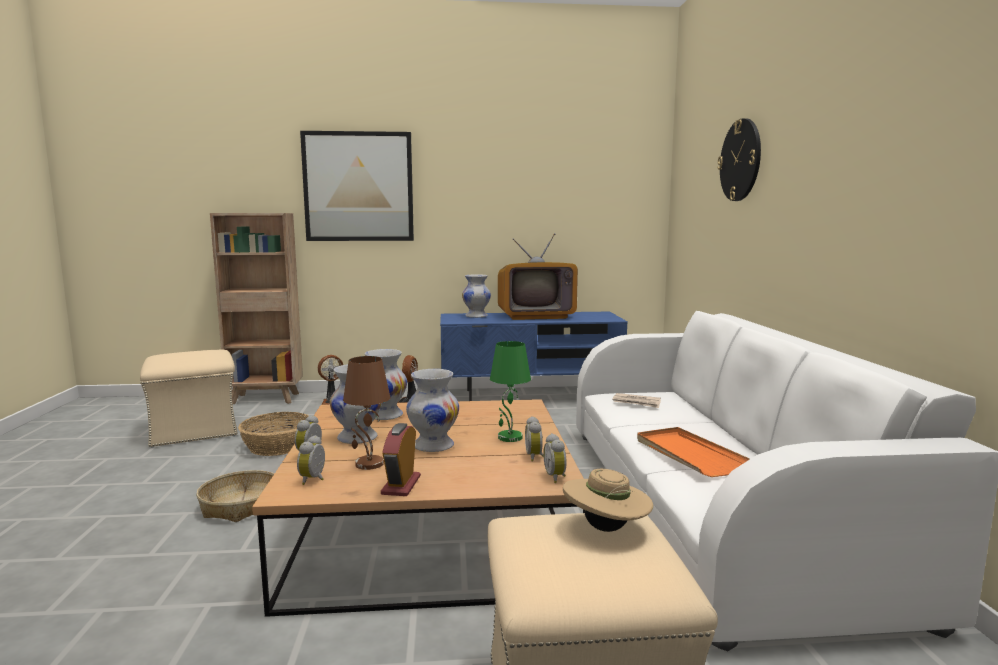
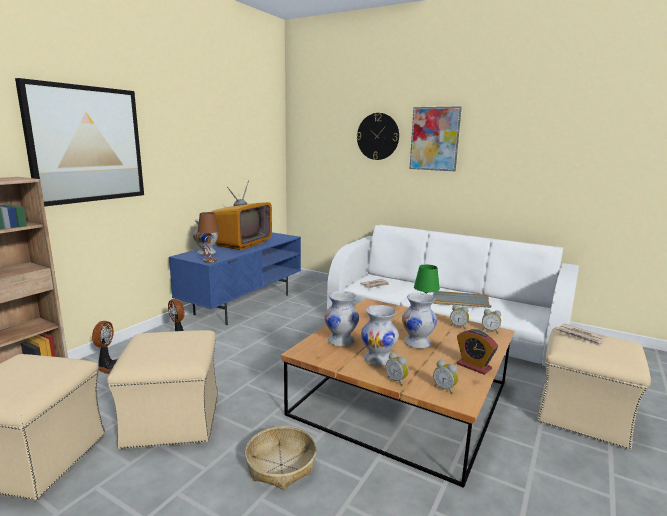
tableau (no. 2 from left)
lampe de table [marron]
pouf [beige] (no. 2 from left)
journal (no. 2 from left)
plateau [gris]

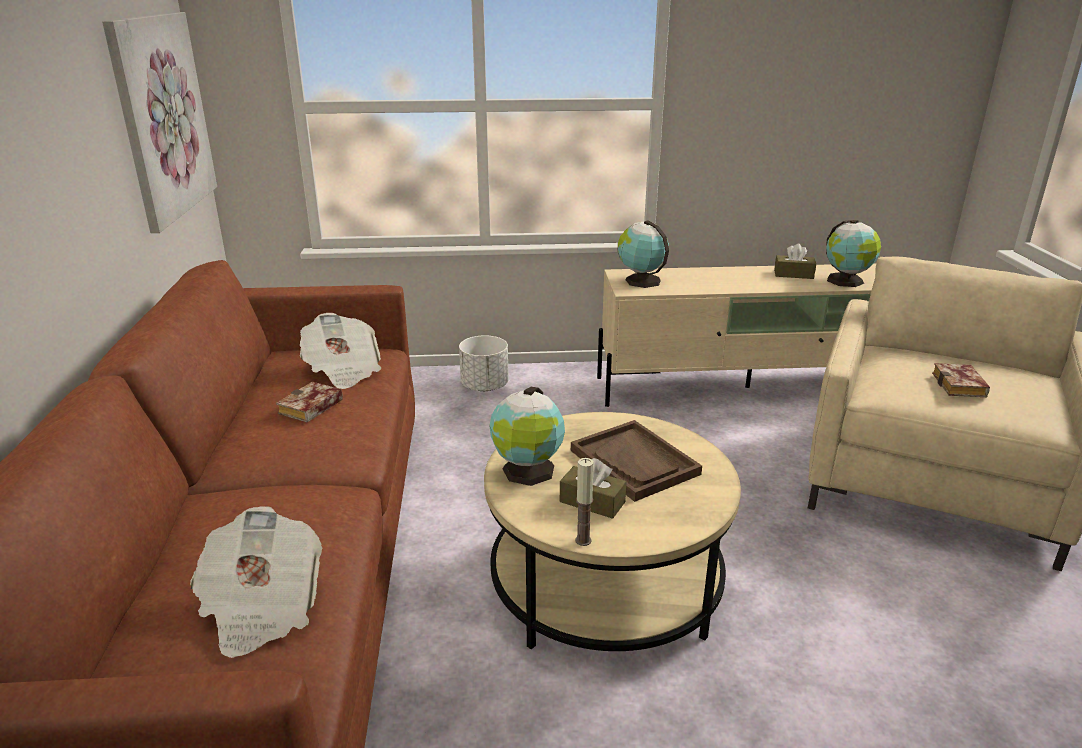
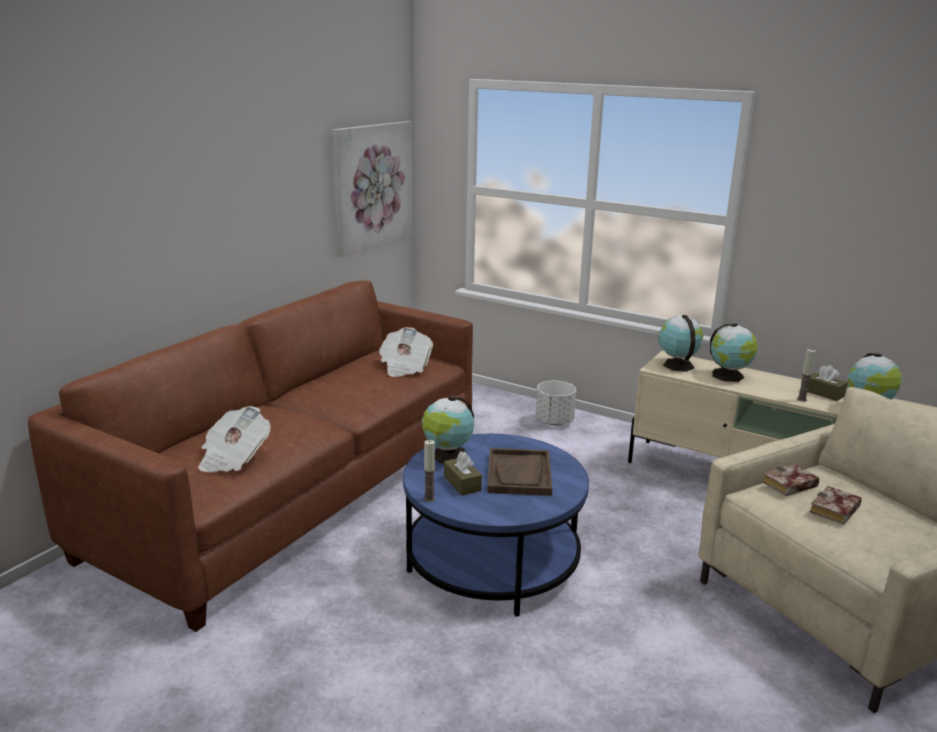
globe (no. 3 from left)
bougie (no. 2 from left)
livre (no. 1 from left)
table basse [bleu]

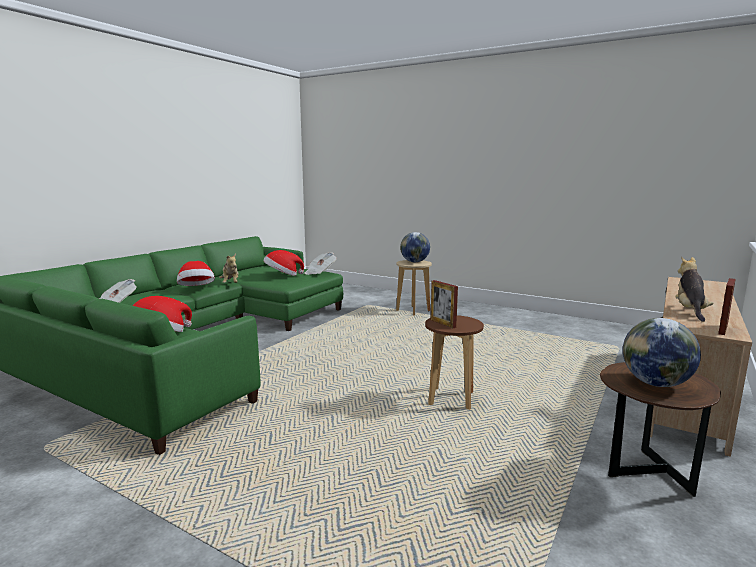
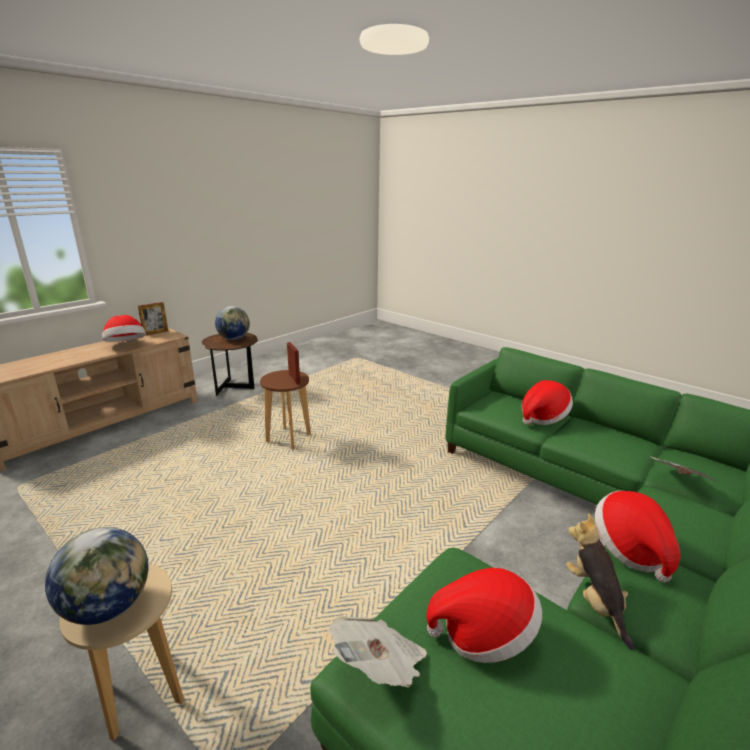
chapeau (no. 1 from left)

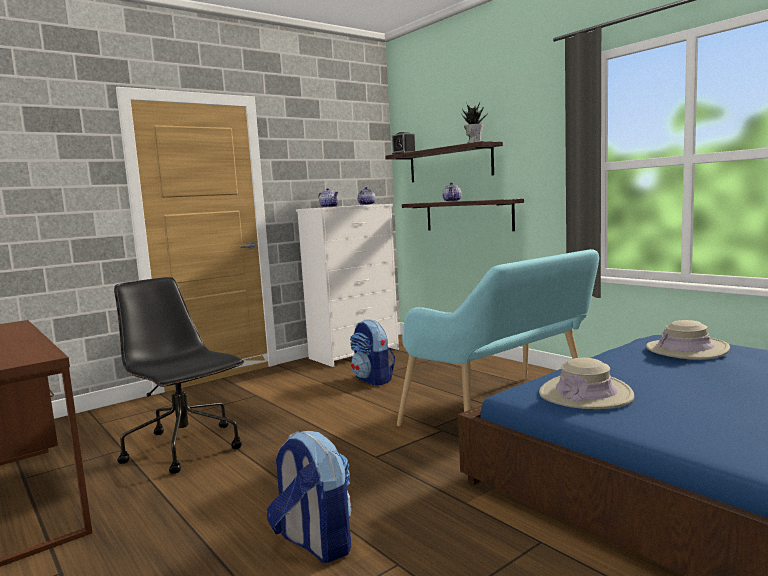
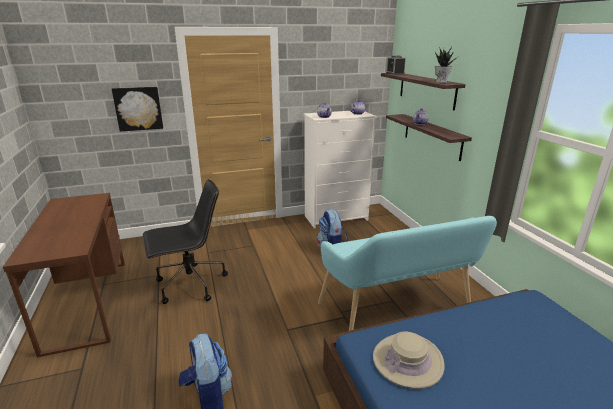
chapeau [beige] (no. 2 from left in the first image)
tableau
chaise de bureau [noir]

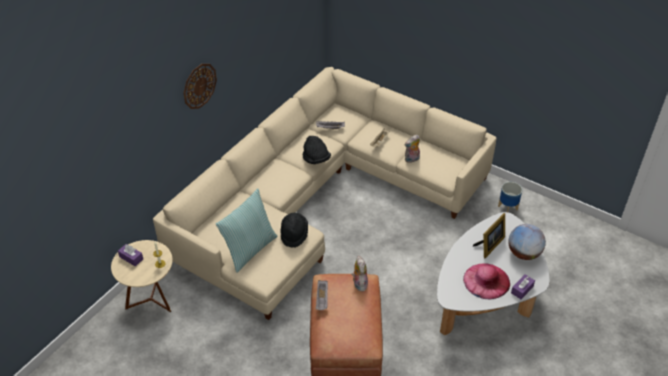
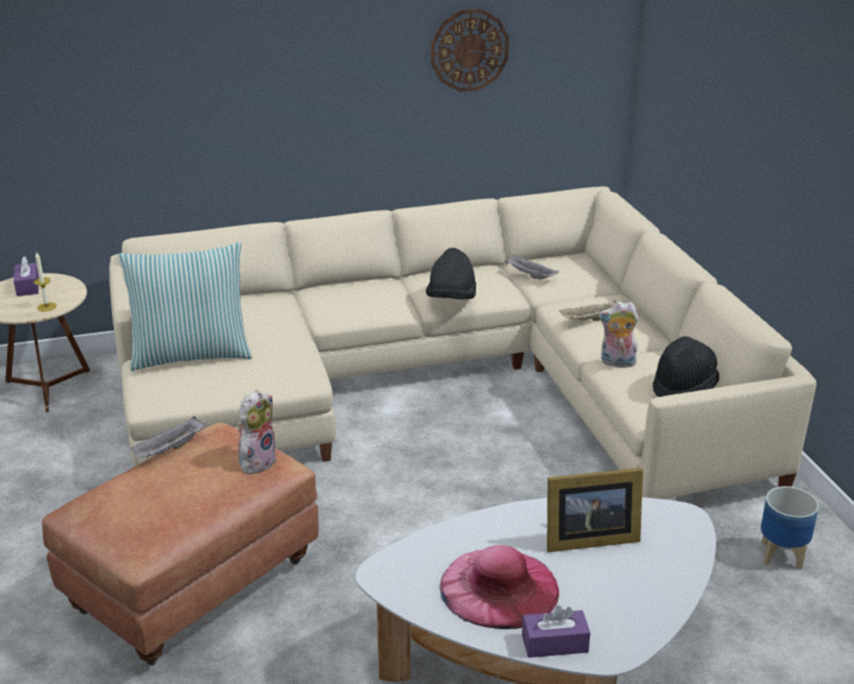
globe
horloge murale
chapeau [noir] (no. 2 from left)

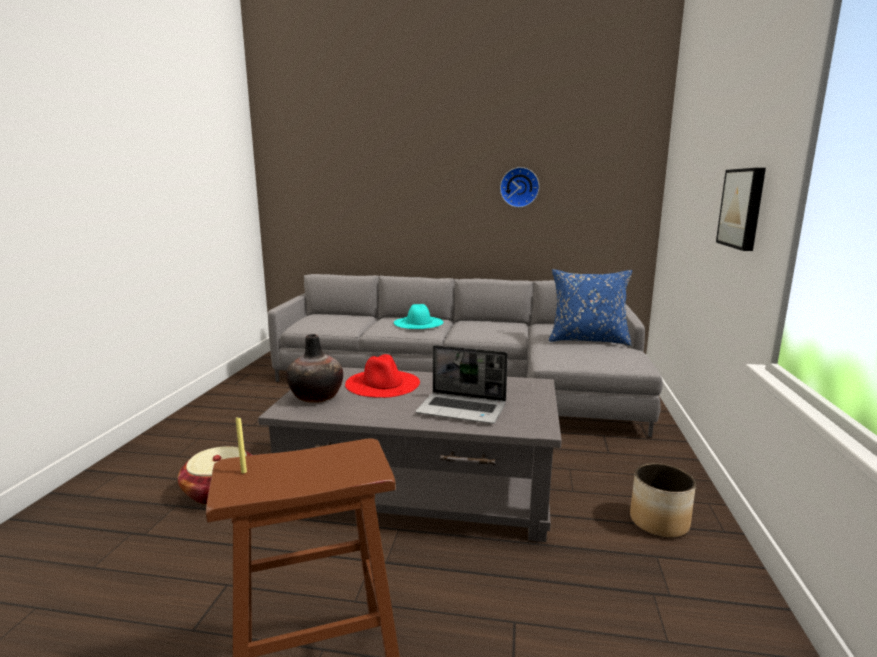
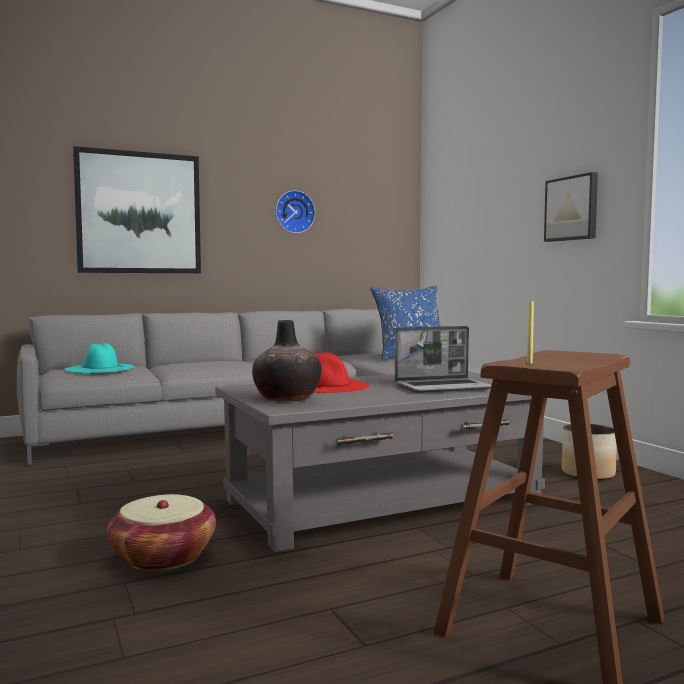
tableau (no. 1 from left)
chapeau [turquoise]

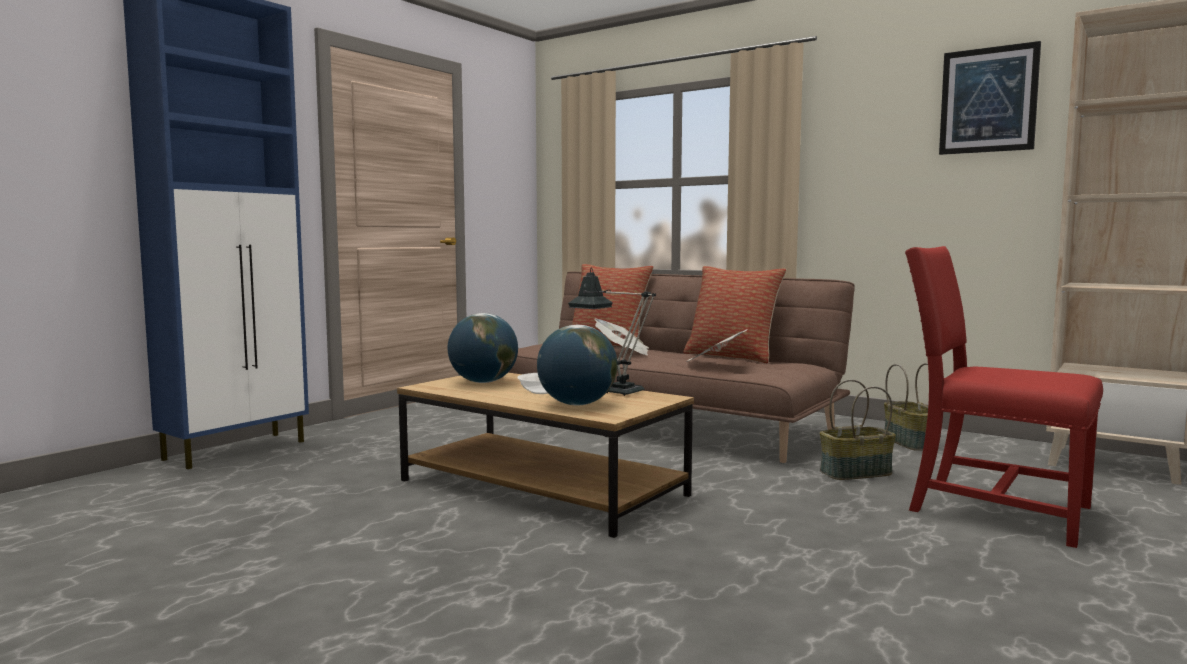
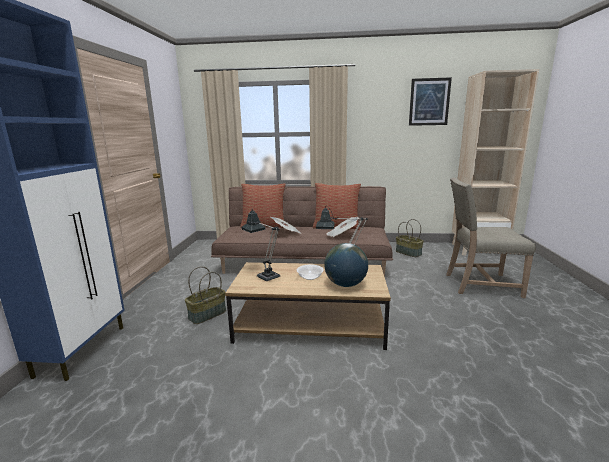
panier (no. 1 from left)
lampe de table (no. 1 from left)
chaise [beige]

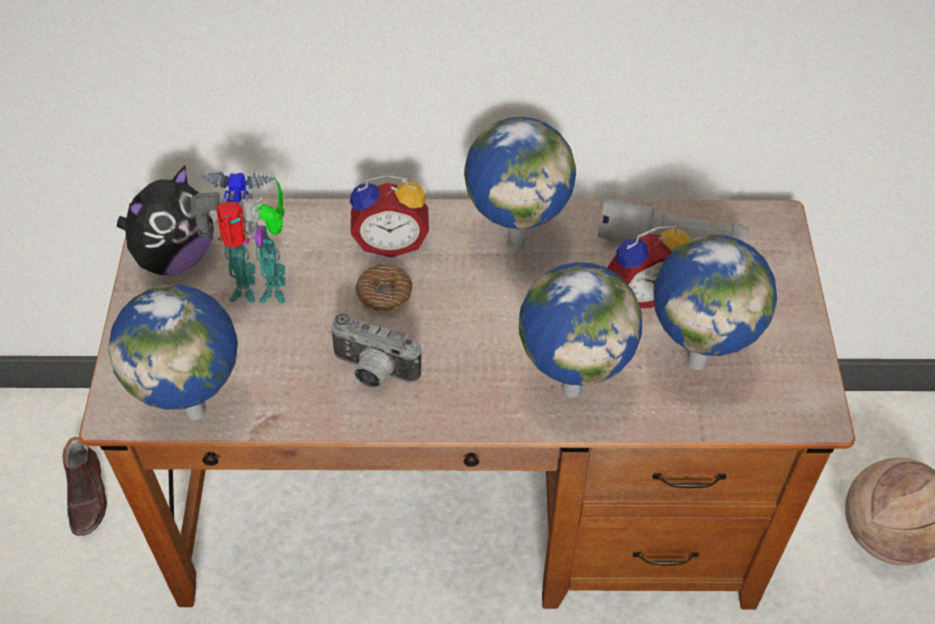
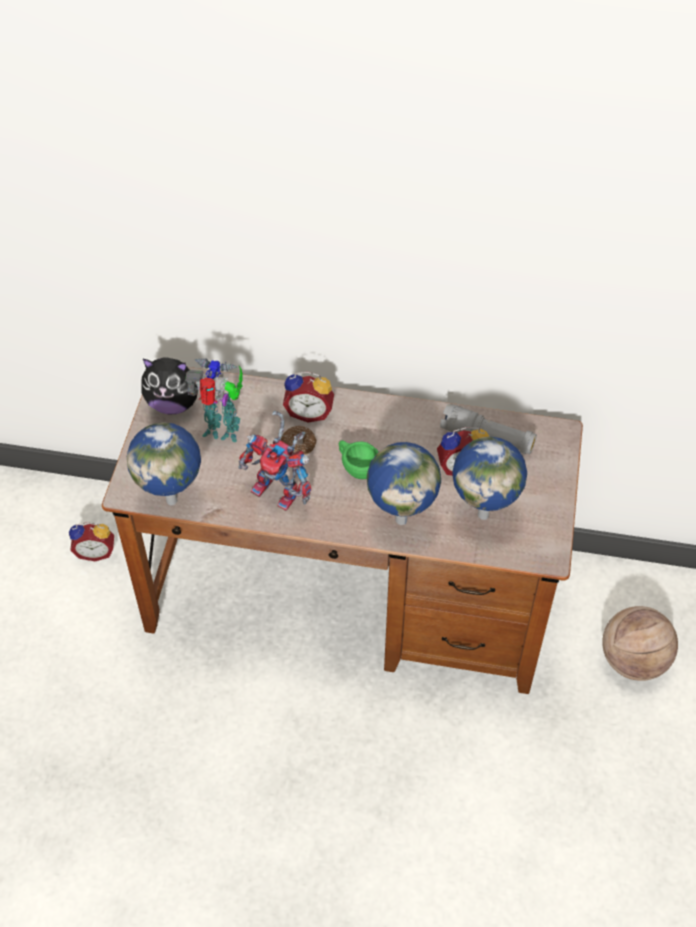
globe (no. 2 from left in the first image)
tasse [vert]
réveil (no. 1 from left)
robot jouet (no. 2 from left)
peluche

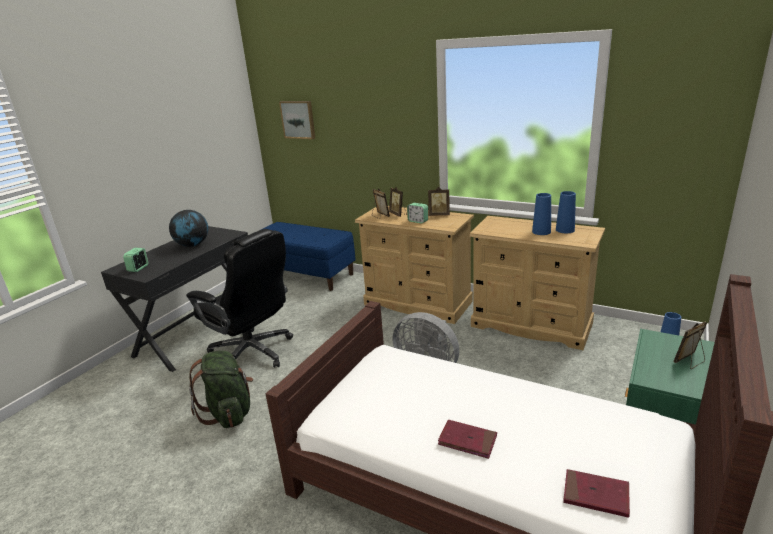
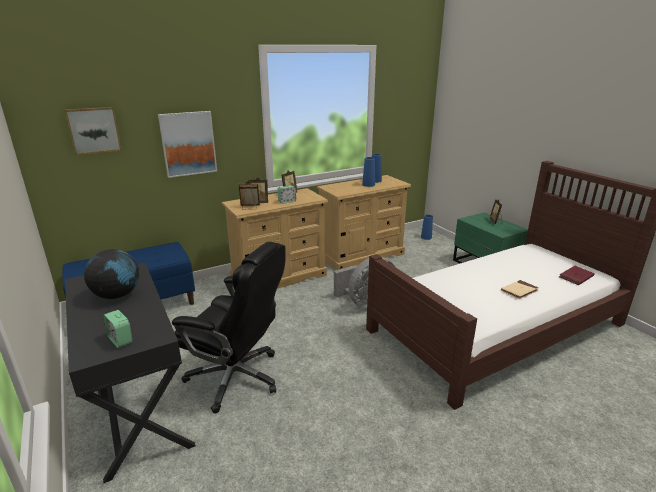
sac à dos [vert]
tableau (no. 2 from left)
livre [beige]
chaise de bureau [noir]

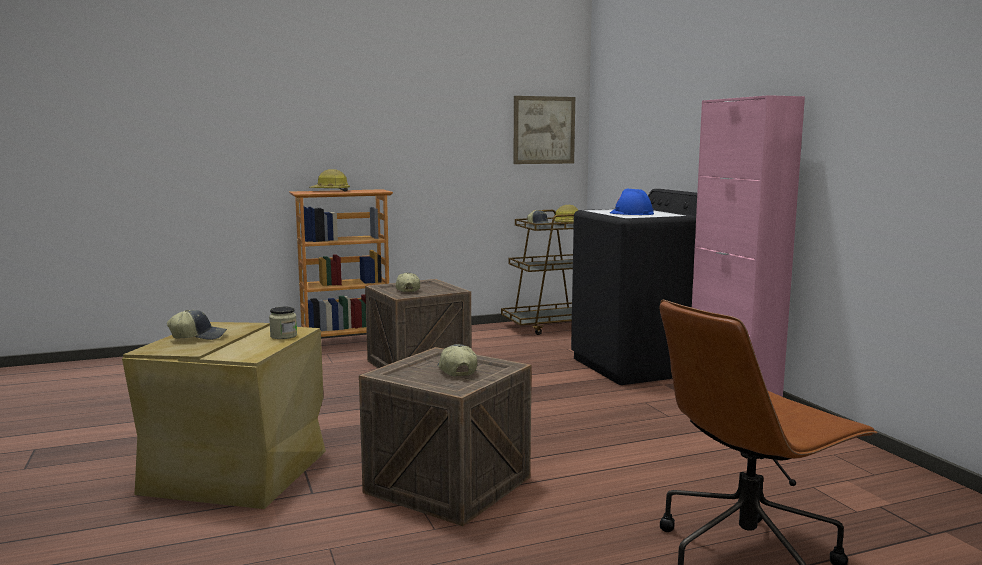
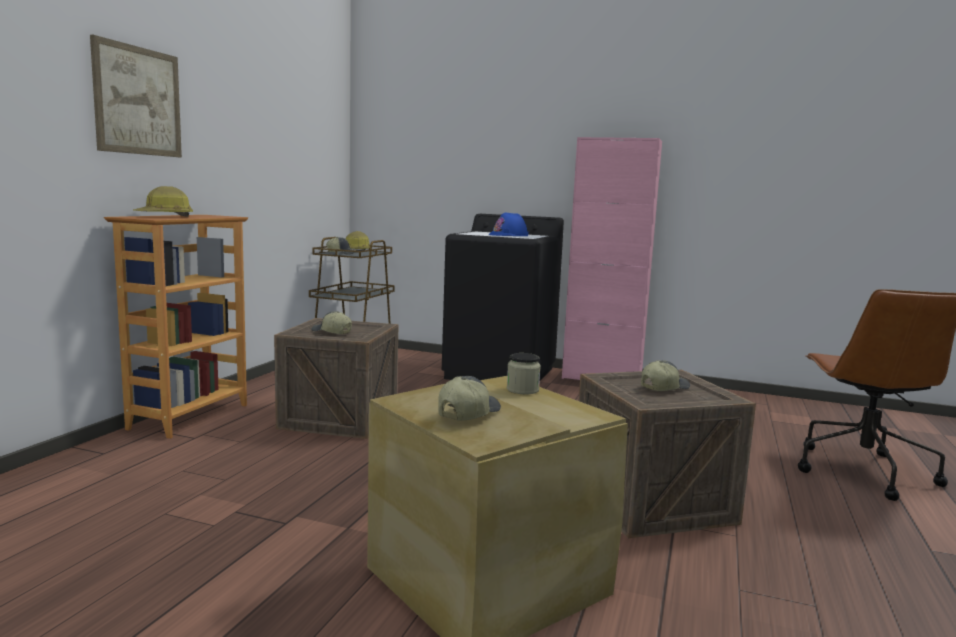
tableau
casquette (no. 4 from left)

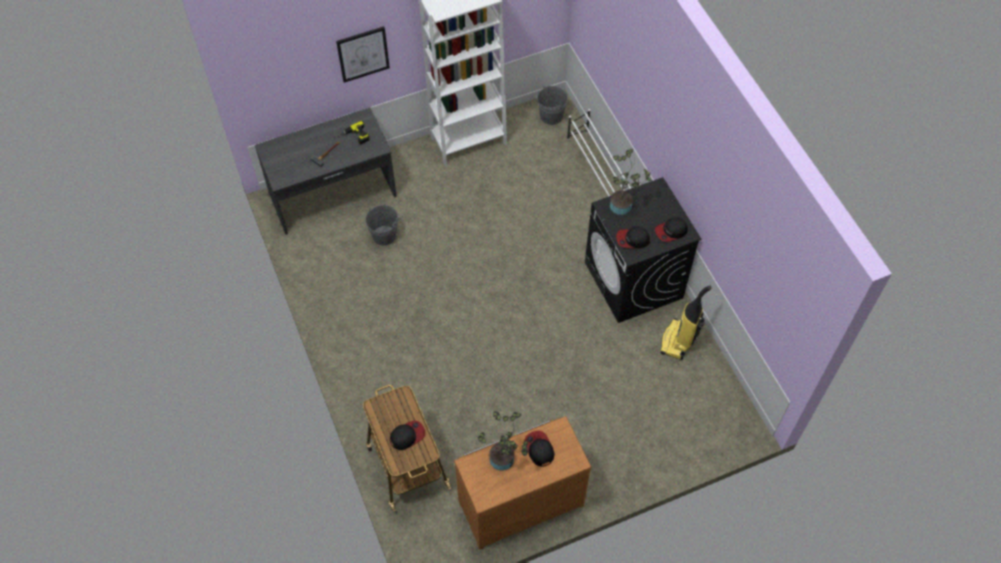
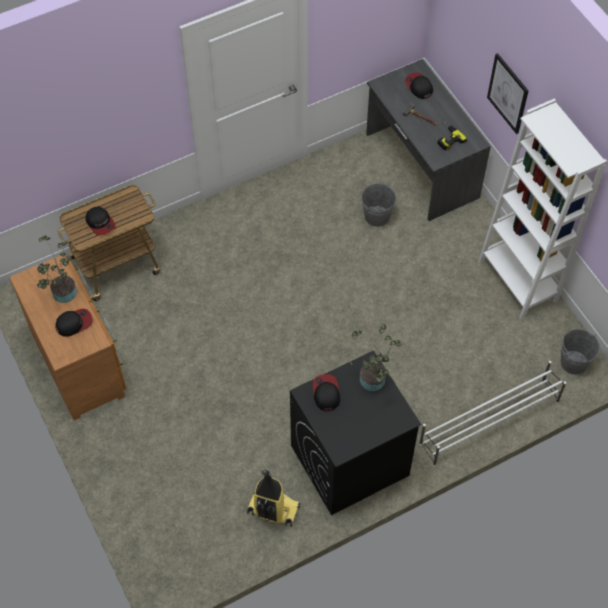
casquette (no. 4 from left)

